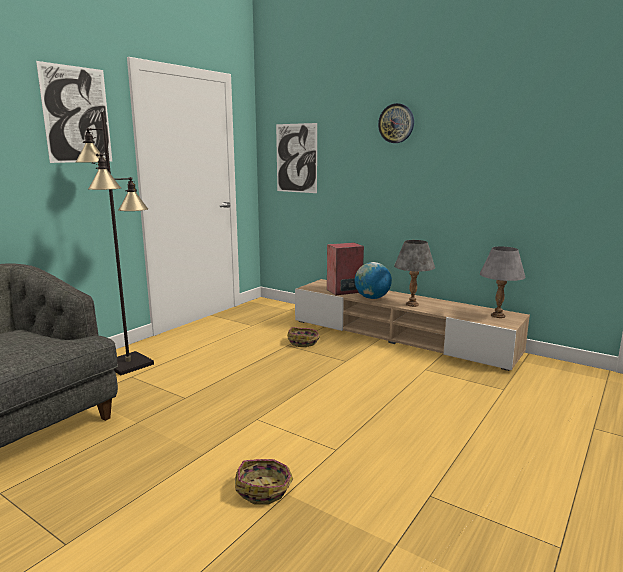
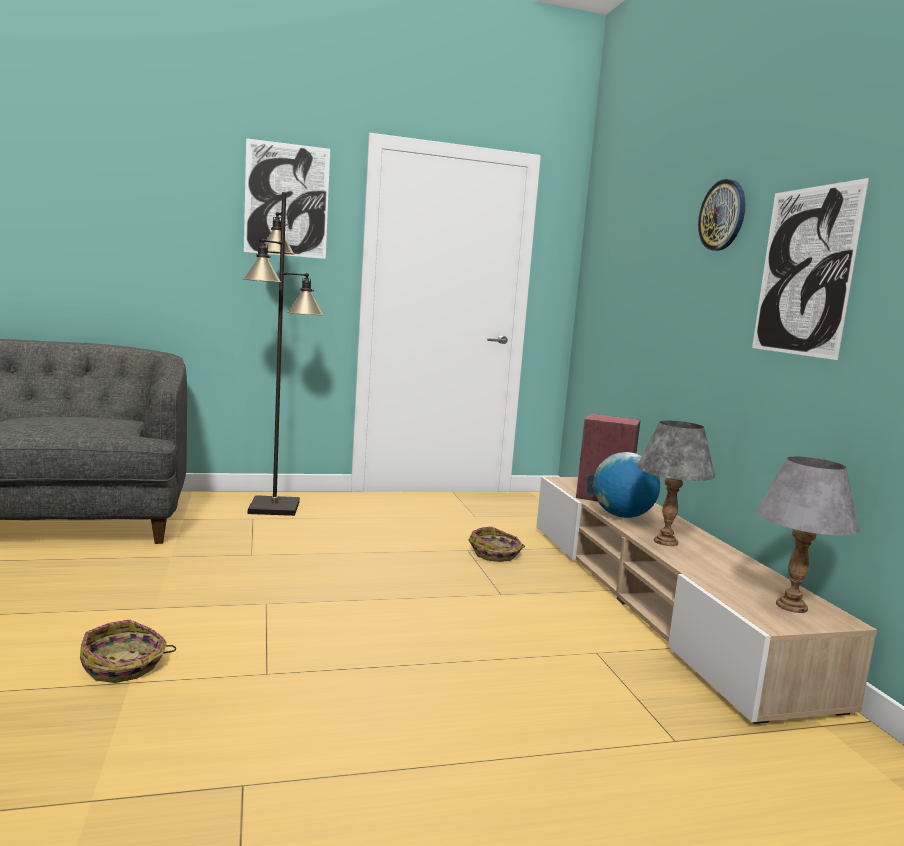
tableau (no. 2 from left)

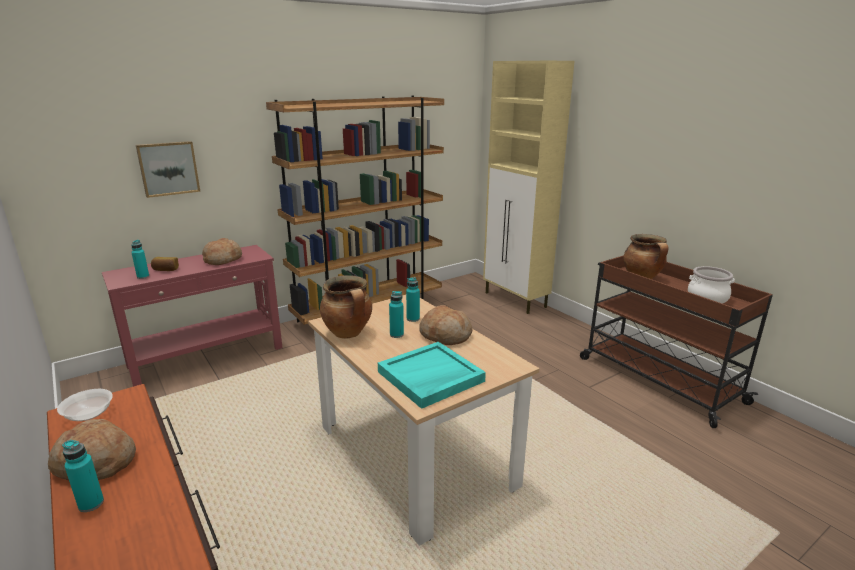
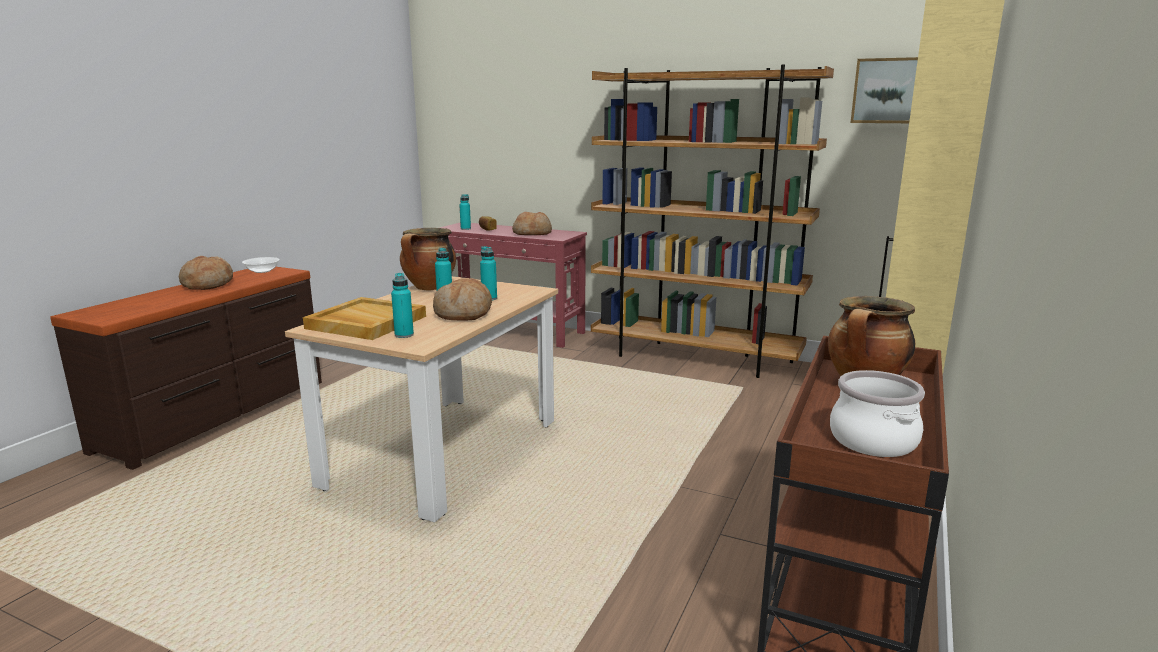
bouteille [turquoise] (no. 1 from left)
tableau
plateau [beige]

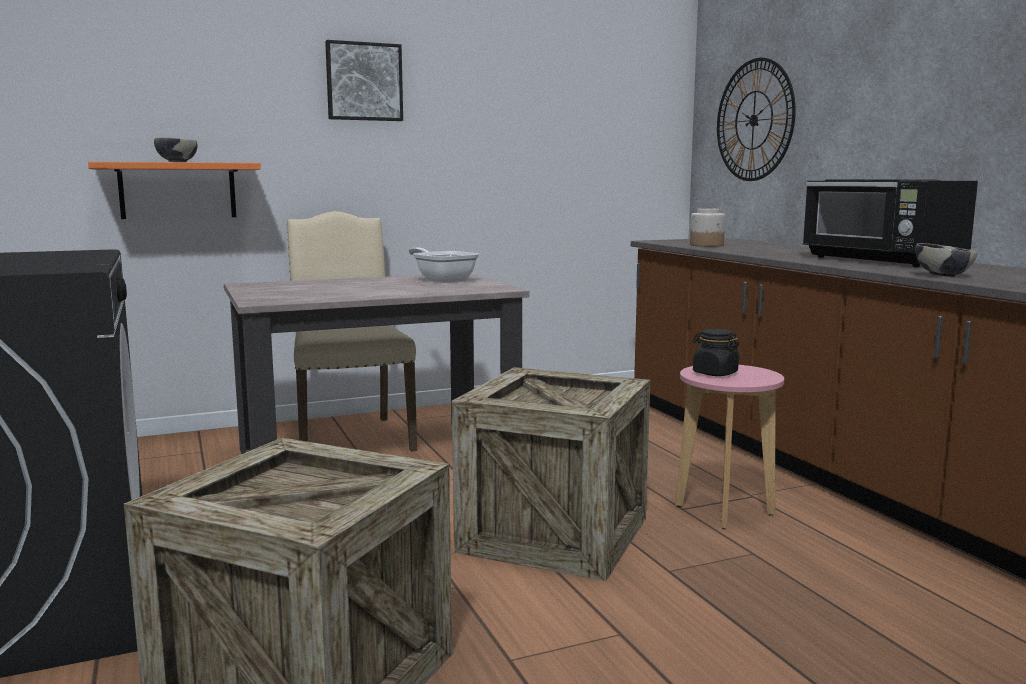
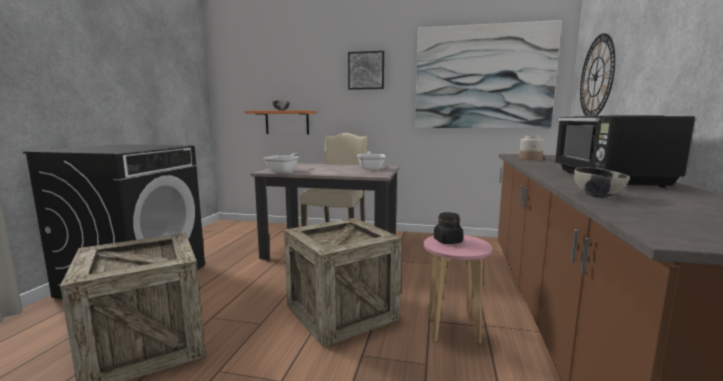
poêle (no. 1 from left)
tableau (no. 2 from left)

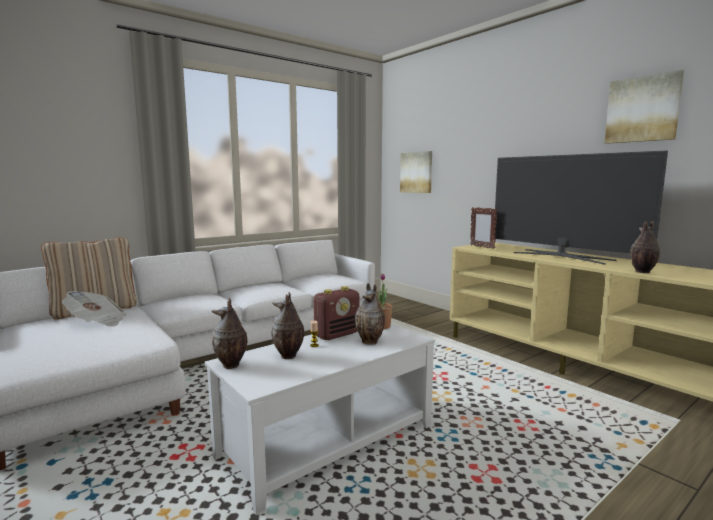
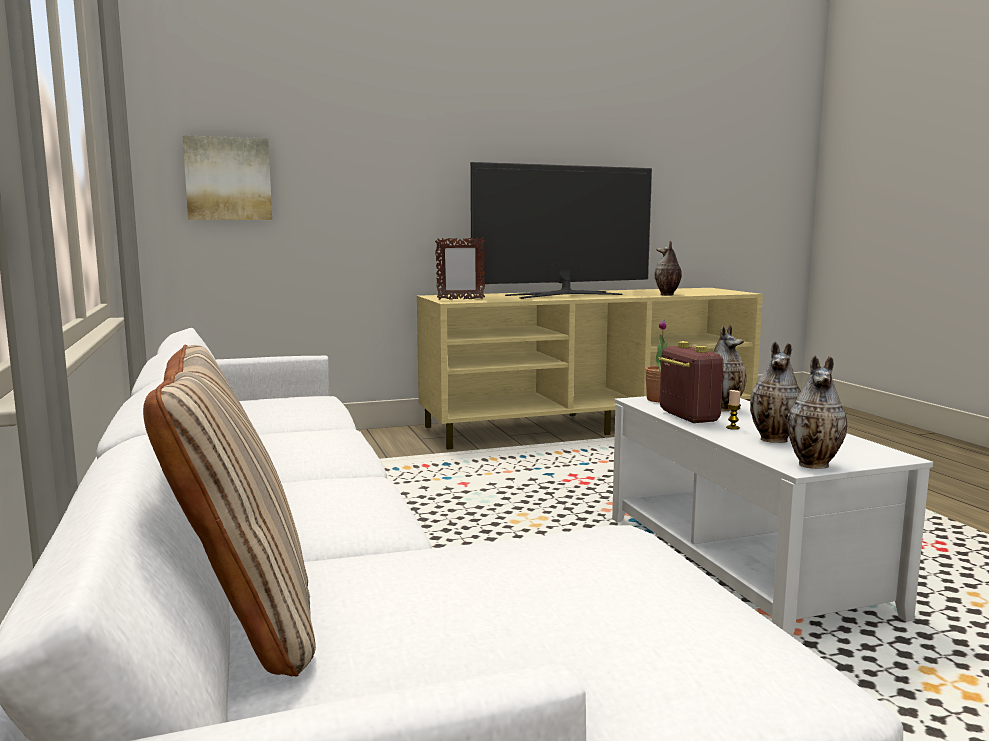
journal
tableau (no. 2 from left in the first image)

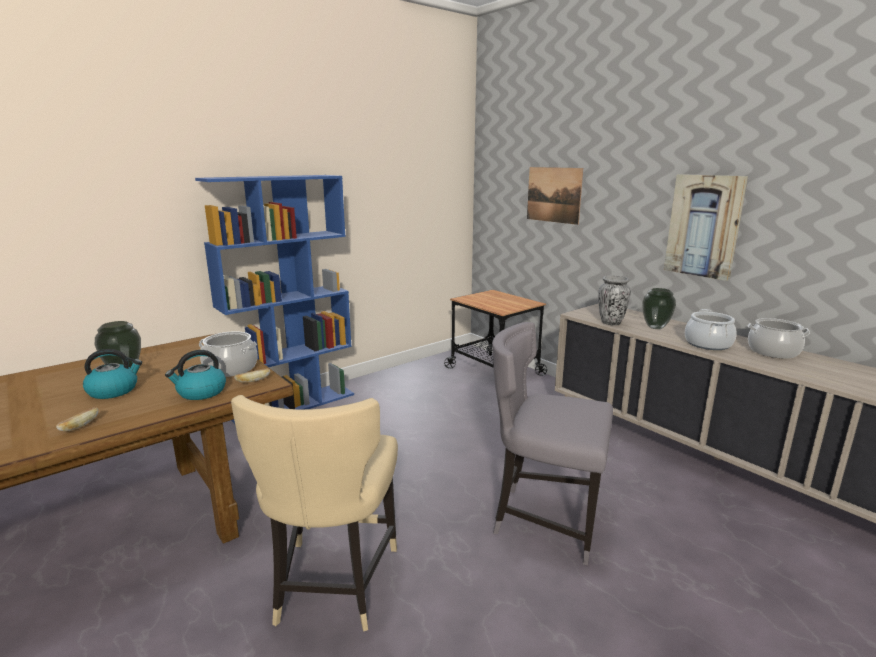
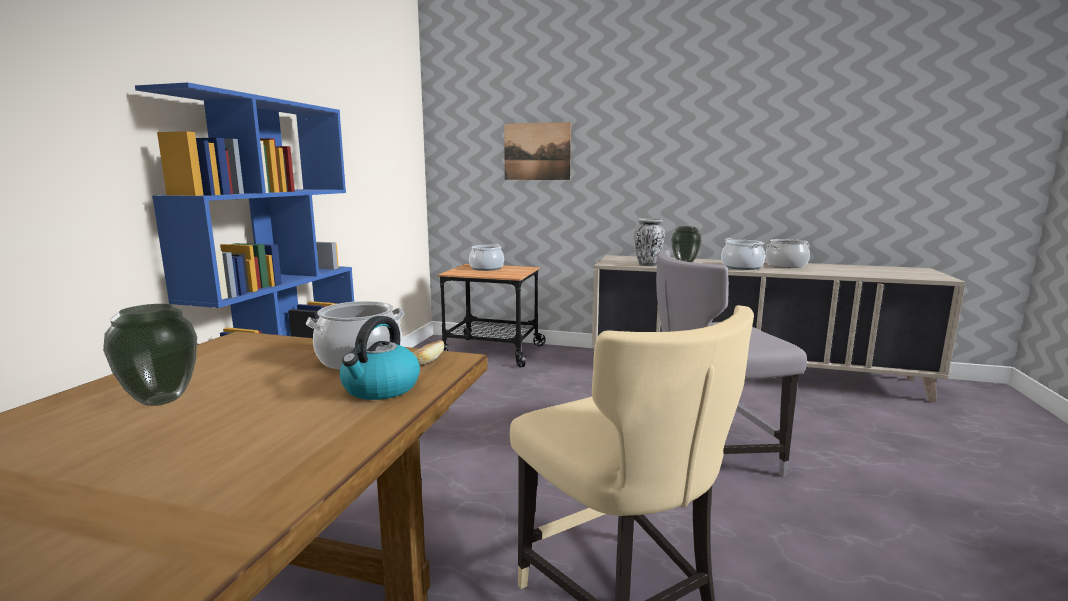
pain (no. 1 from left in the first image)
bouilloire (no. 1 from left in the first image)
tableau (no. 2 from left in the first image)
marmite (no. 2 from left)

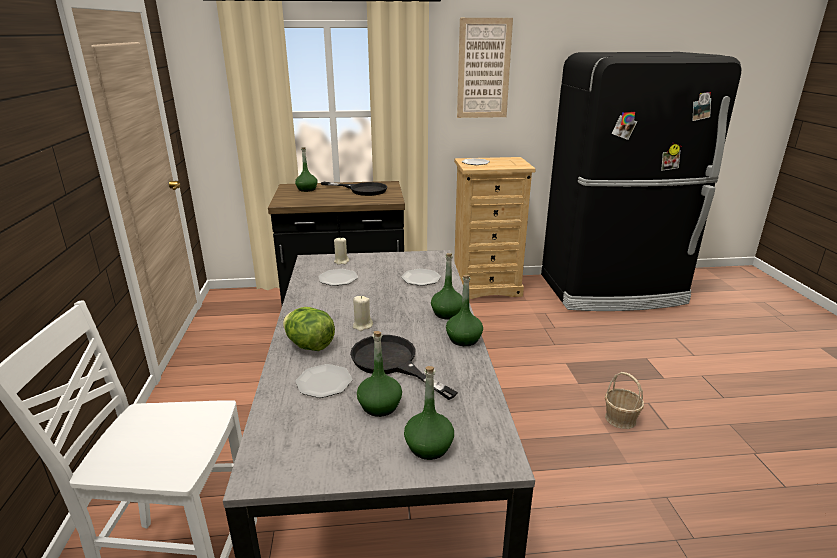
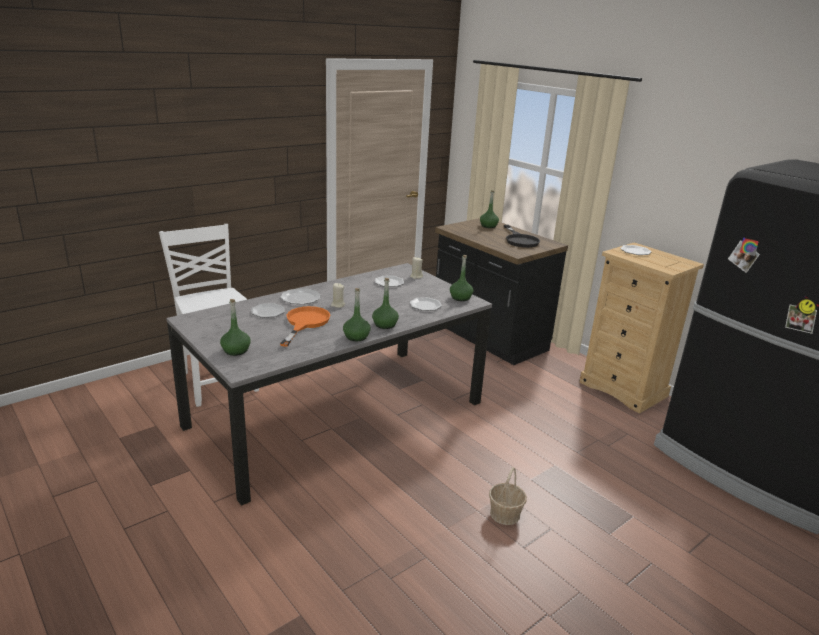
tableau
bouteille [vert] (no. 4 from left)
assiette (no. 2 from left)
poêle [orange]

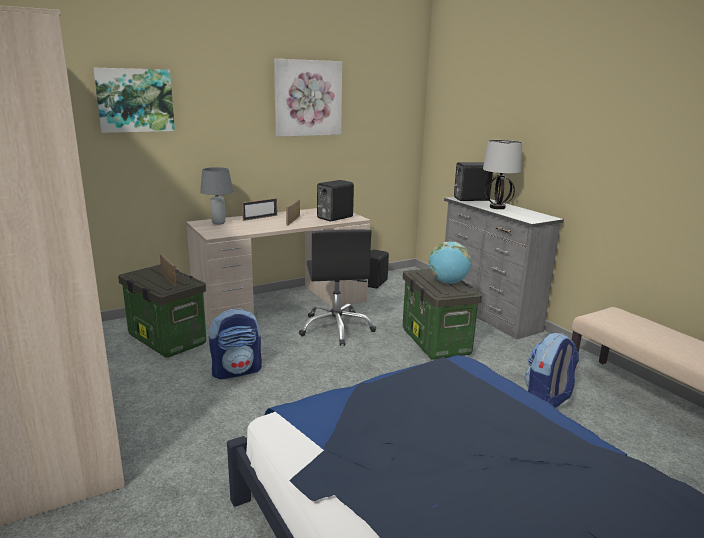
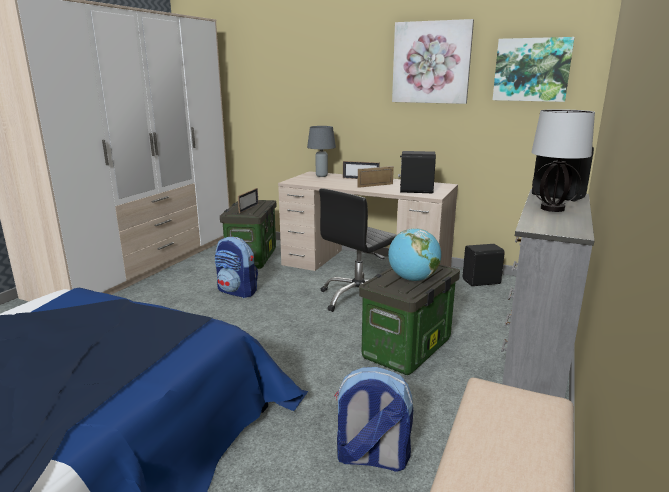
tableau (no. 2 from left)

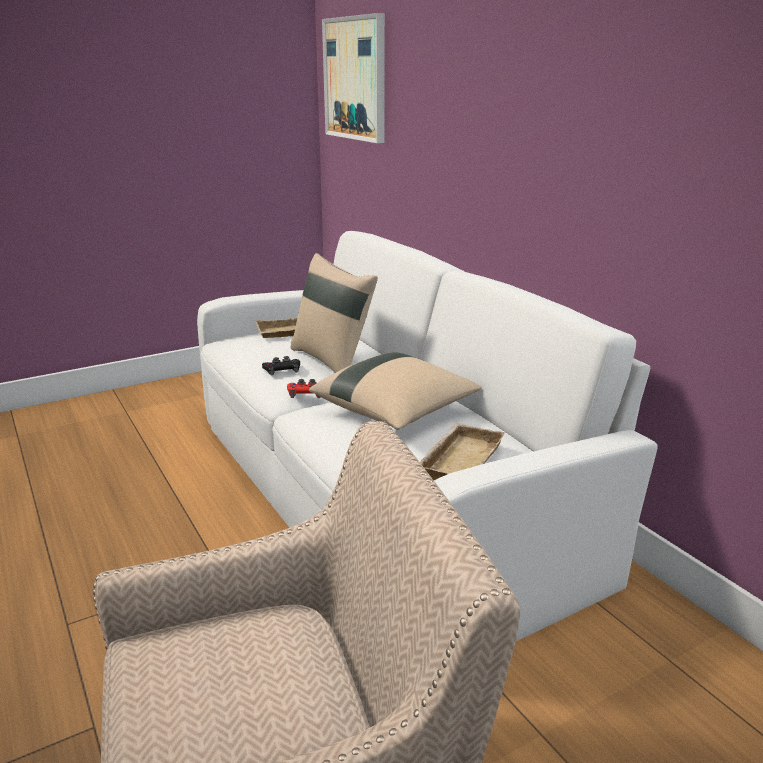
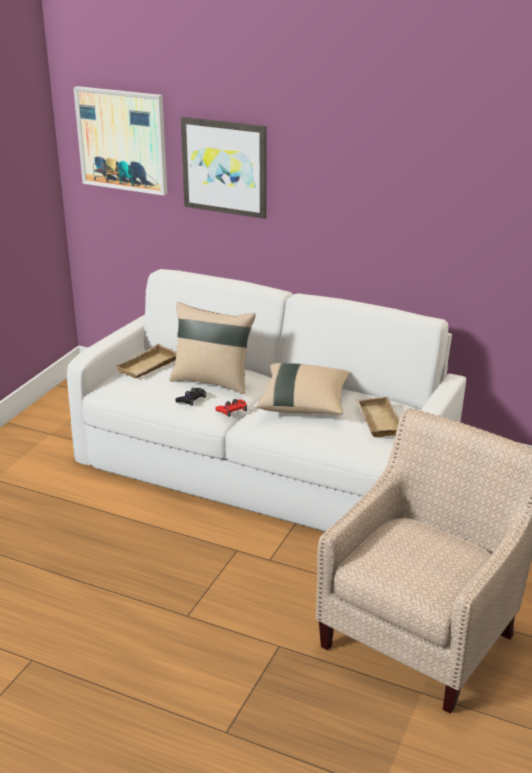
tableau (no. 2 from left)

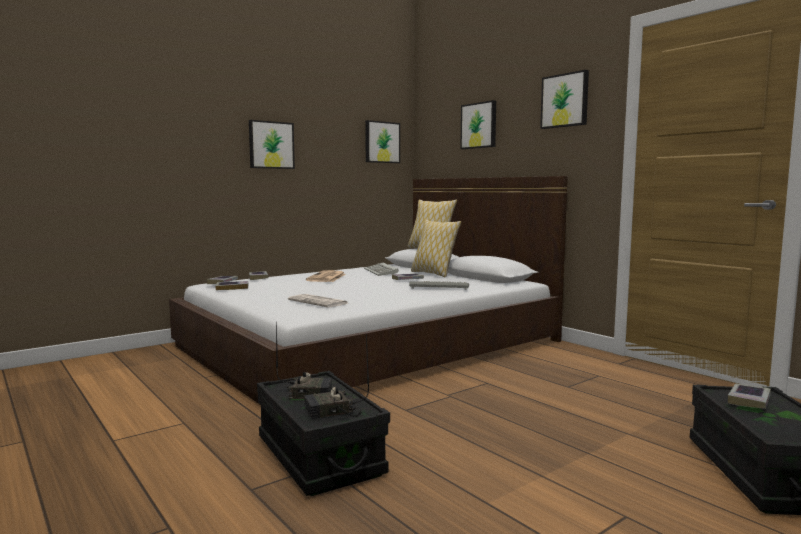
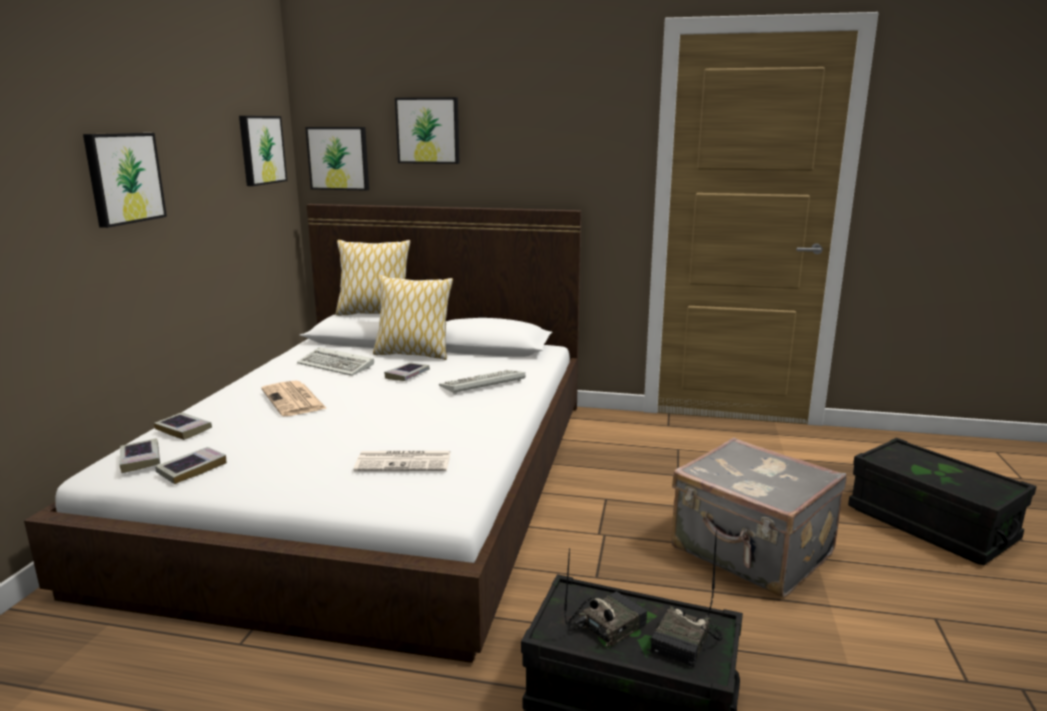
livre (no. 5 from left in the first image)
valise [gris]
tableau (no. 3 from left)

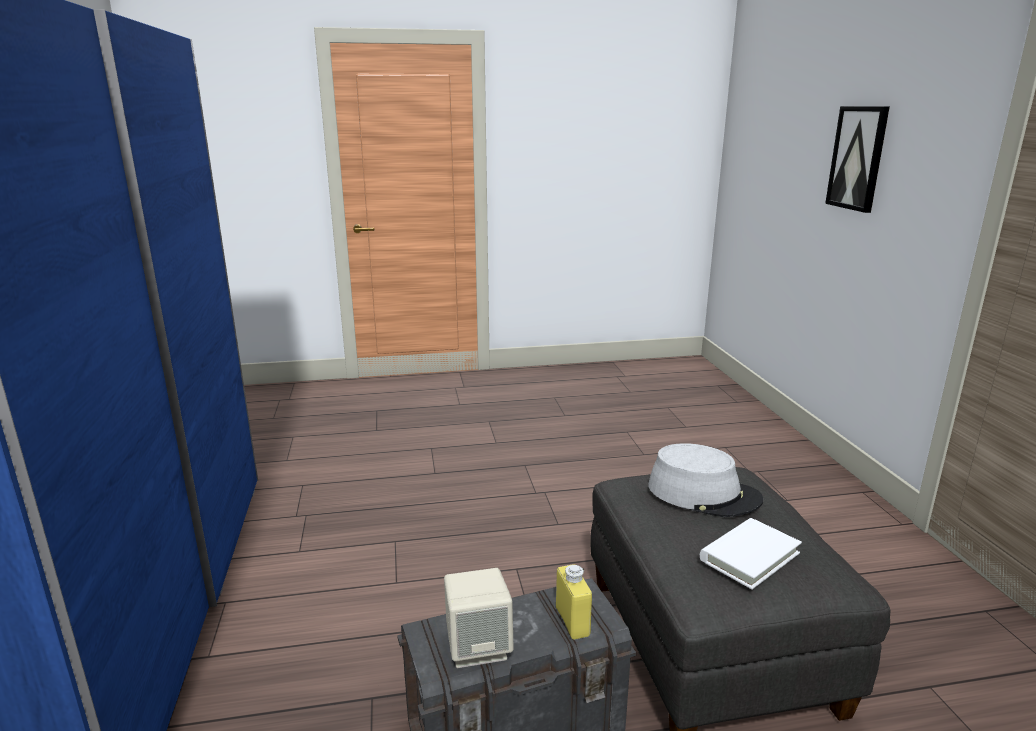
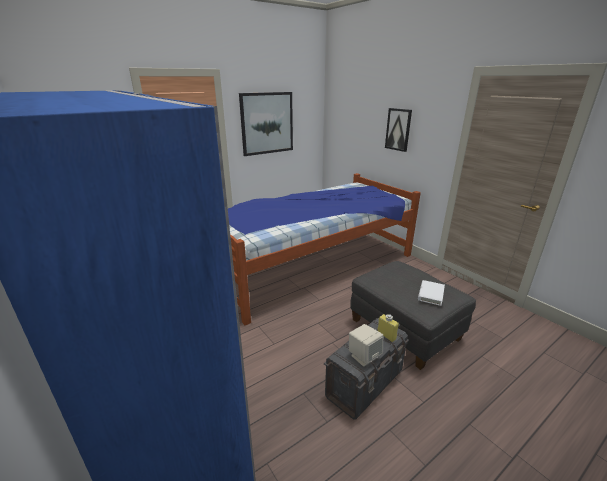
chapeau [gris]
lit
tableau (no. 1 from left)

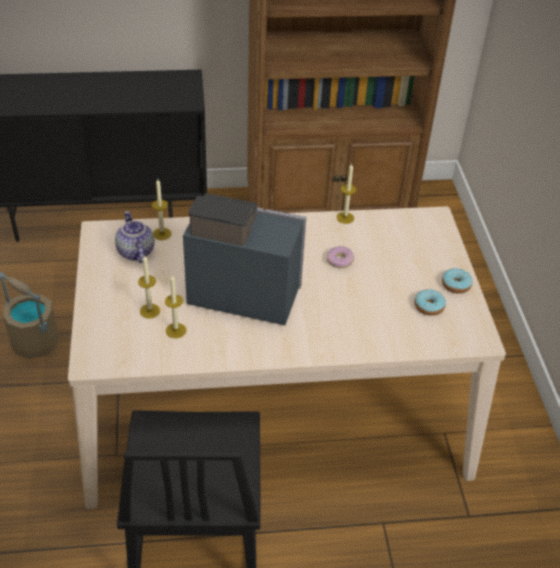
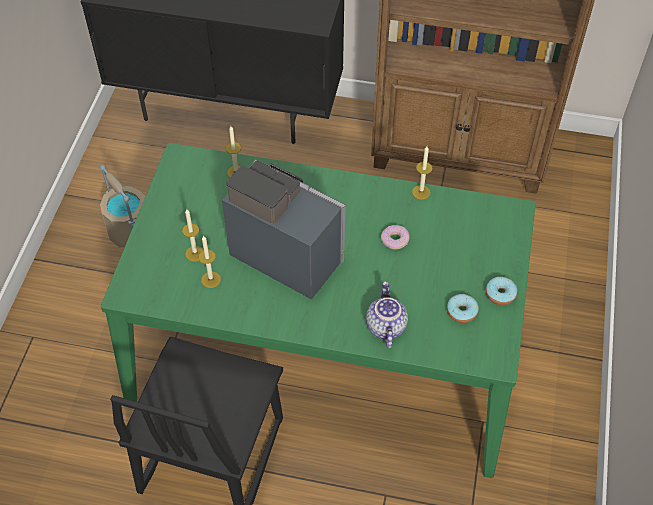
théière
table à manger [vert]

